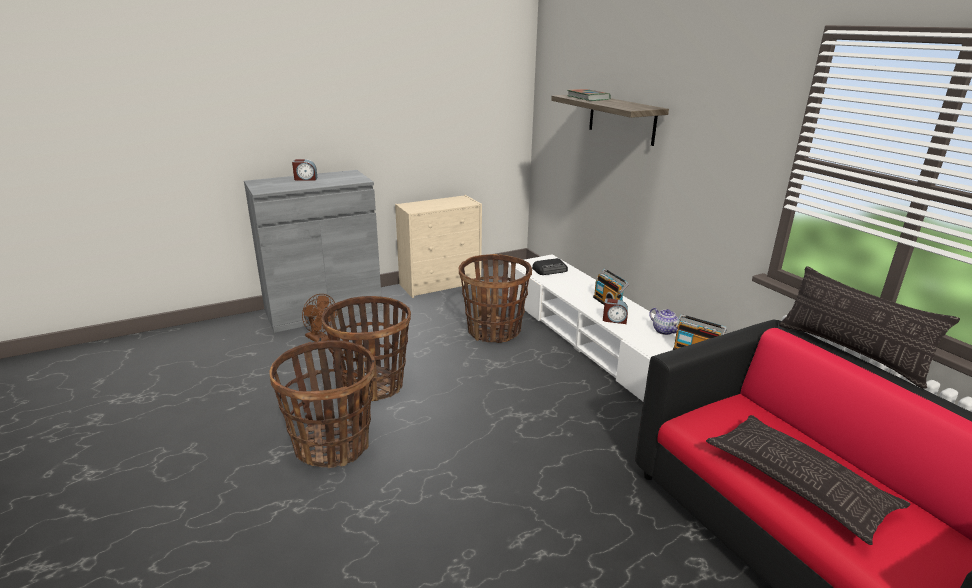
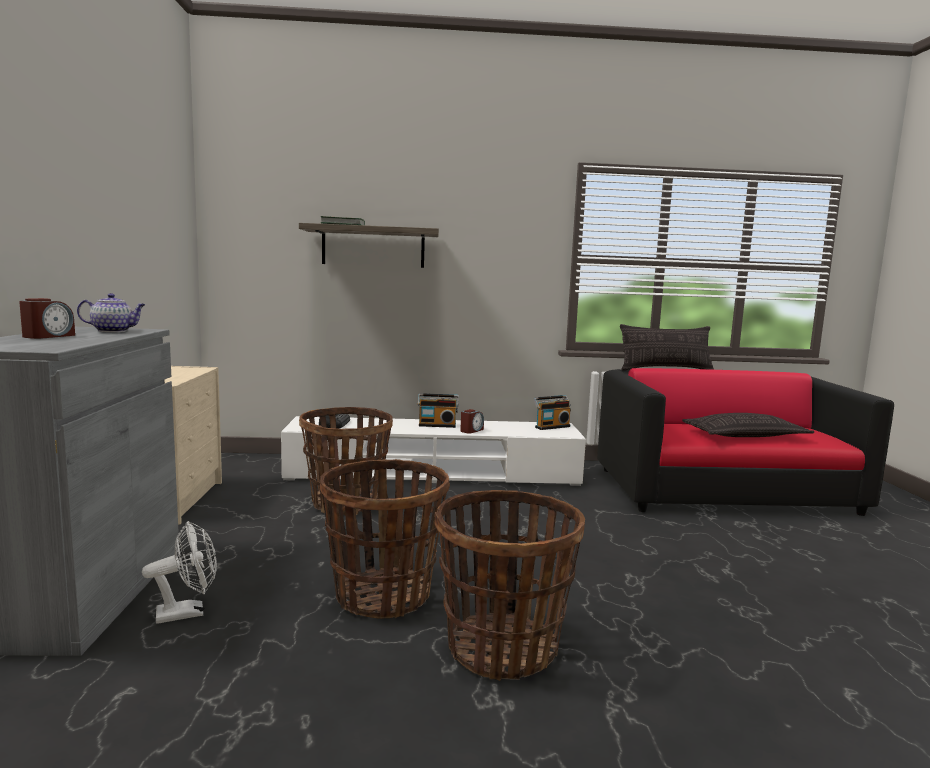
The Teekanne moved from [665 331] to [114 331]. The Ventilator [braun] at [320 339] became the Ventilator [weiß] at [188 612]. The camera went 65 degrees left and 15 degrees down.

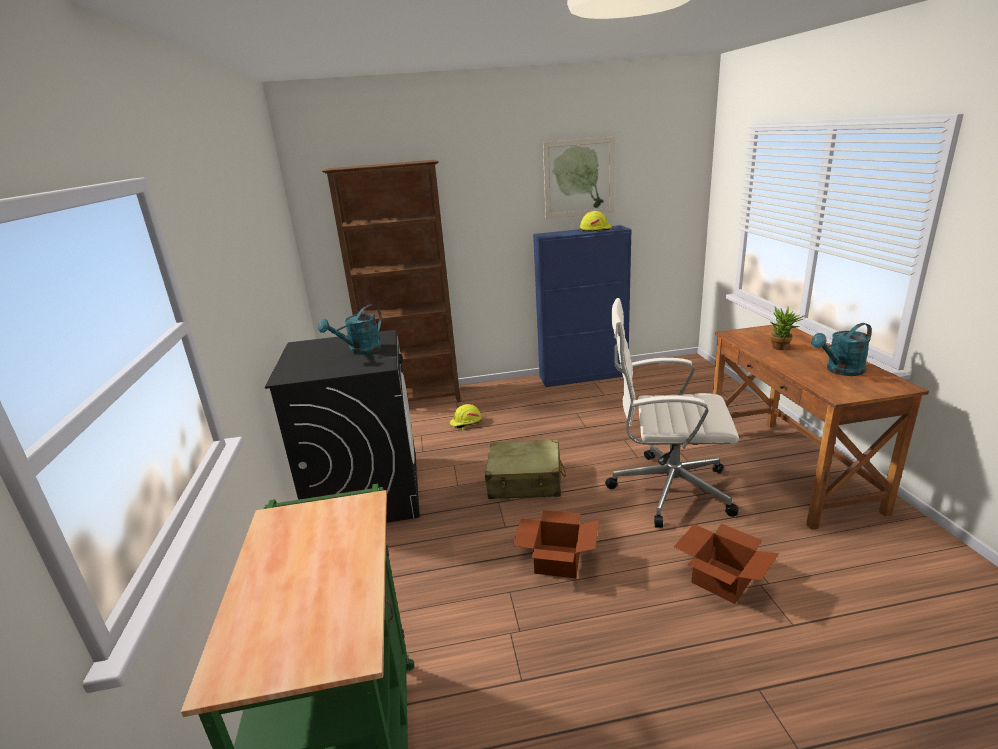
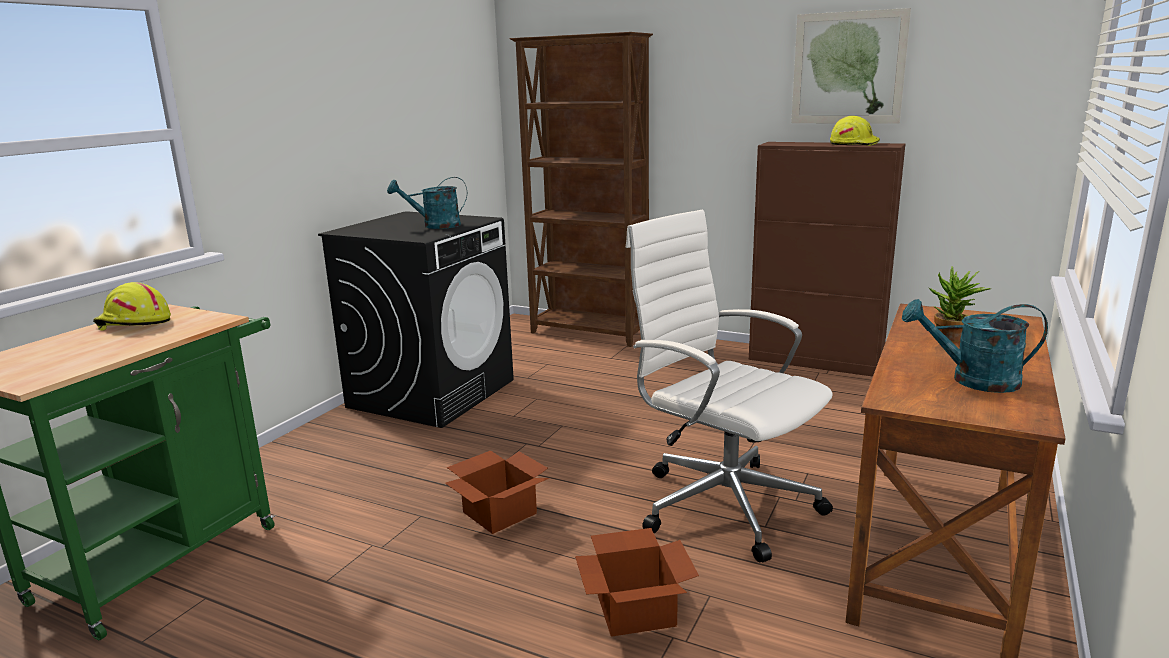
The Koffer [beige] at [525 481] disappeared. The Schutzhelm [gelb] moved from [466 423] to [133 323]. The Schrank [blau] at [583 376] became the Schrank [braun] at [815 361]. The camera went 35 degrees right and 5 degrees down.

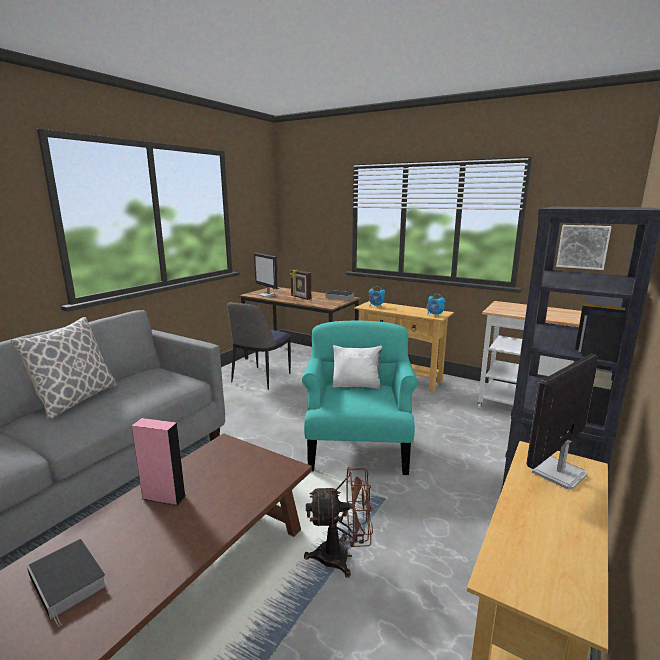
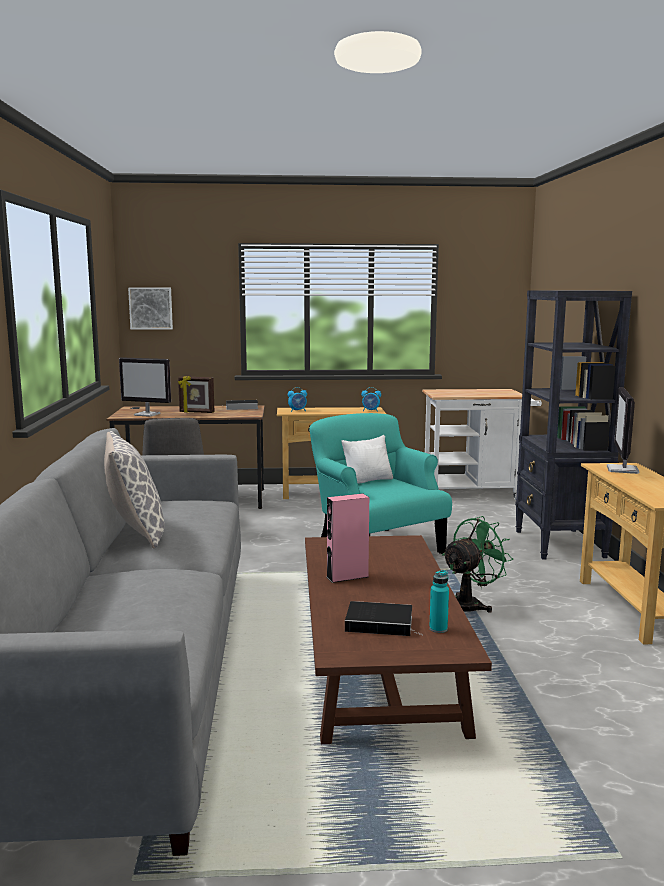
The Flasche [türkis] at [438 629] appeared. The Bild moved from [583 246] to [151 308]. The Ventilator [braun] at [342 556] became the Ventilator [grün] at [471 605]. The camera went 35 degrees left and 5 degrees down.

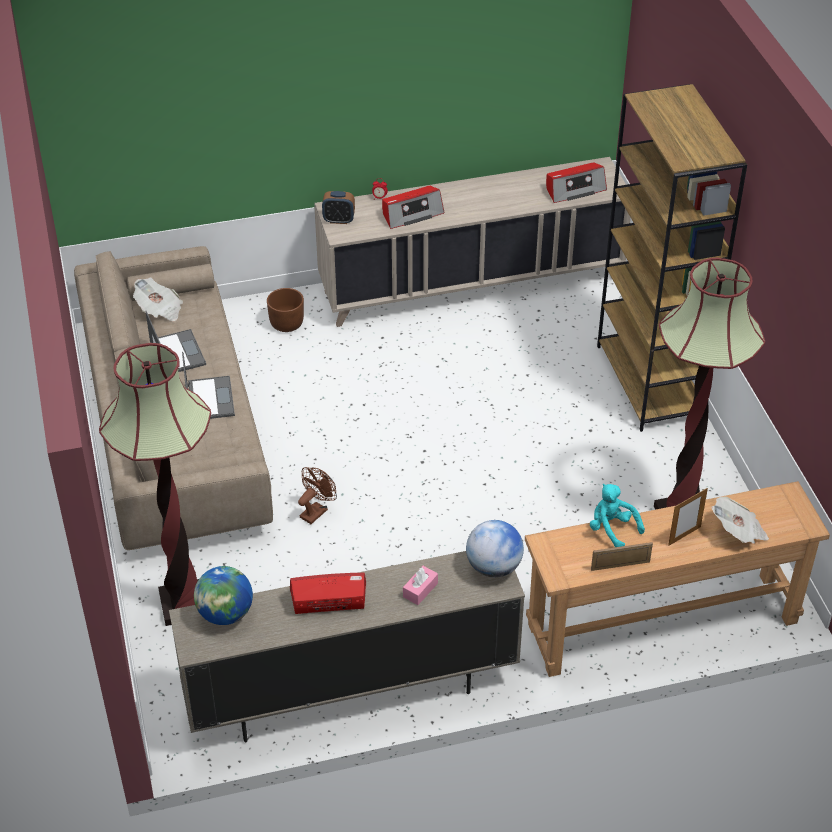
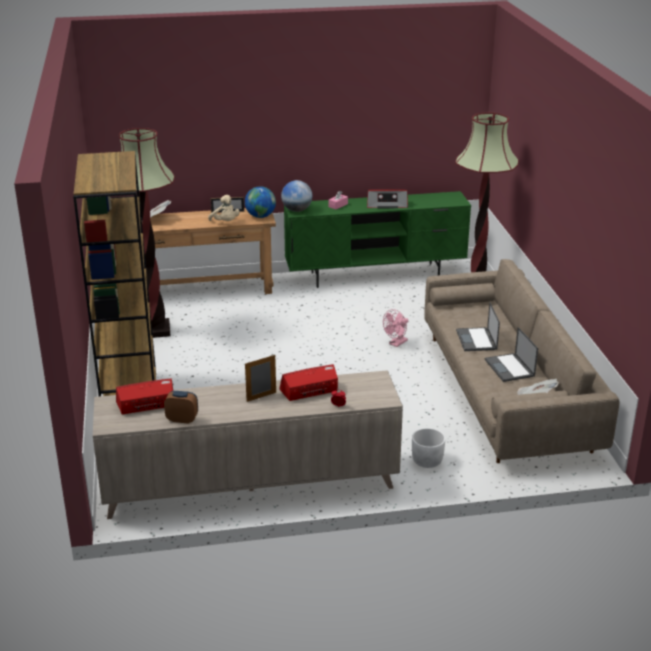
The Globus moved from [225 614] to [260 216]. The Wecker moved from [339 220] to [182 419]. The Bilderrahmen moved from [684 536] to [261 397]. The Fernsehschrank [beige] at [350 693] became the Fernsehschrank [grün] at [376 275]. The Pflanzkübel [braun] at [286 324] became the Pflanzkübel [weiß] at [427 461]. The Ventilator [braun] at [316 511] became the Ventilator [rosa] at [396 343]. The Plüschtier [türkis] at [612 529] became the Plüschtier [beige] at [225 222]. The camera went 175 degrees left and 15 degrees down.

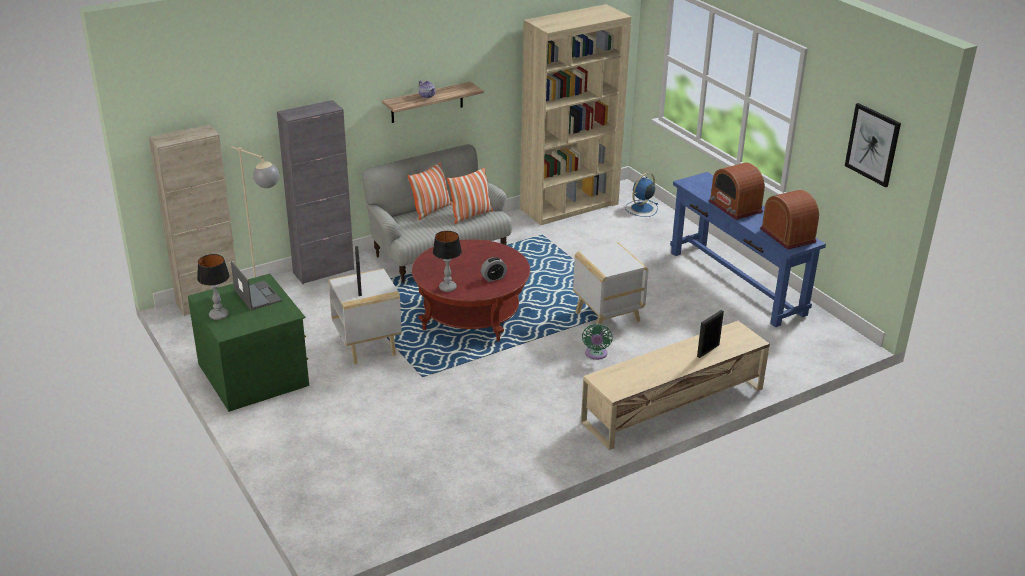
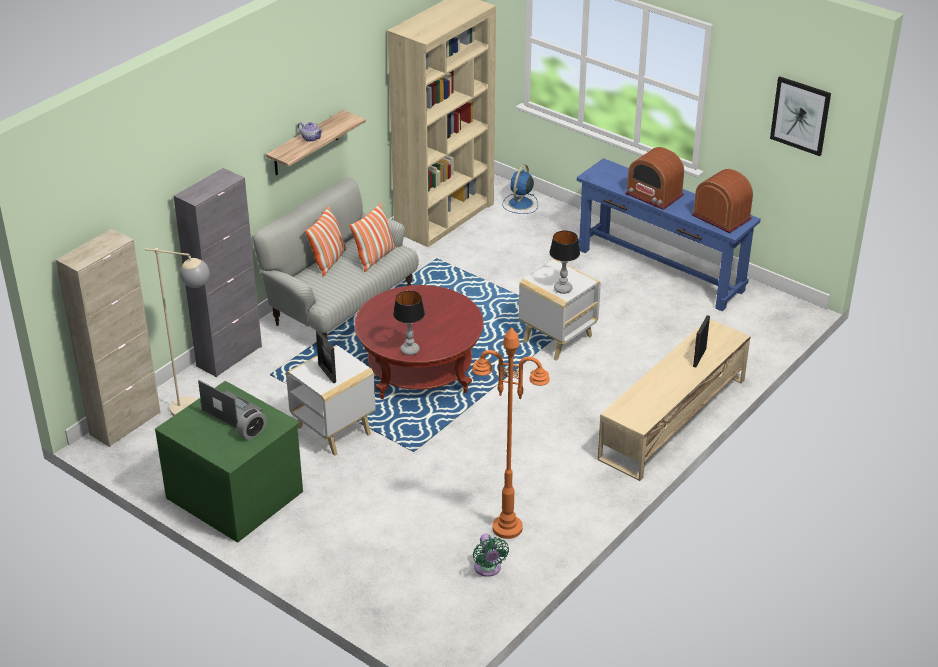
The Stehlampe [orange] at [508 528] appeared. The Tischlampe moved from [219 315] to [563 289]. The Wecker moved from [493 278] to [252 433]. The Ventilator [grün] moved from [596 354] to [488 569]. The camera went 20 degrees left and 5 degrees up.

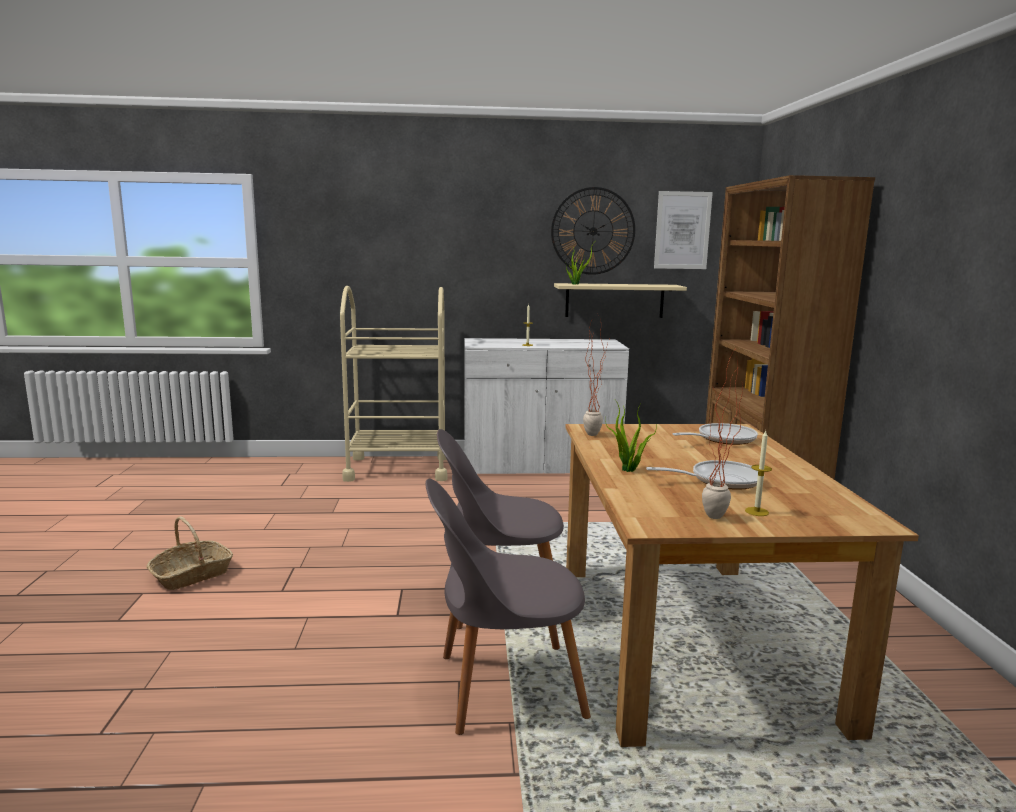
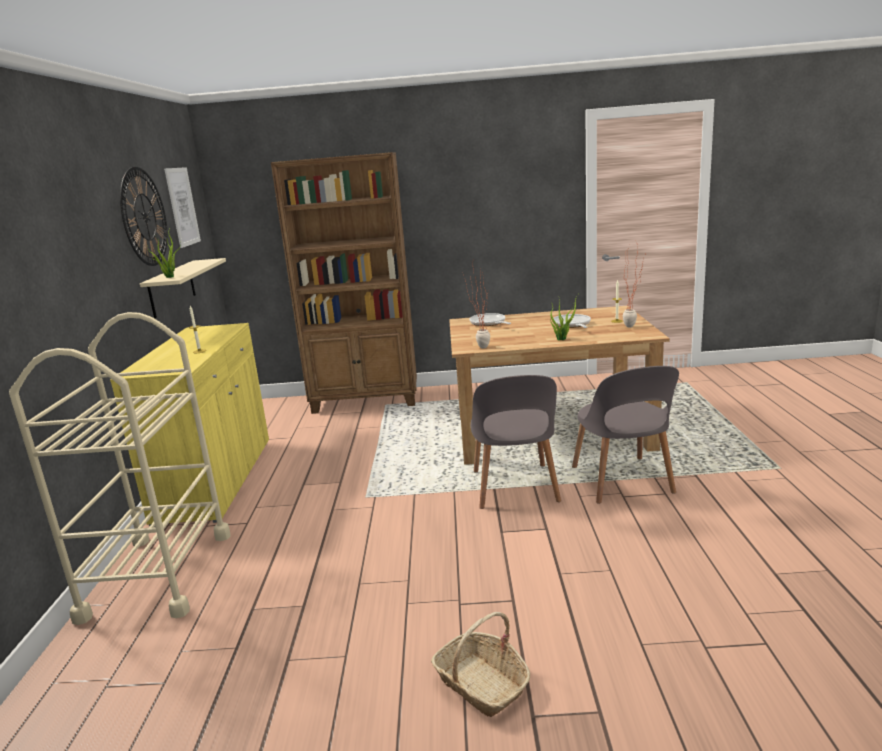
The Schrank [weiß] at [540 466] became the Schrank [gelb] at [216 479]. The camera went 85 degrees left and 5 degrees up.

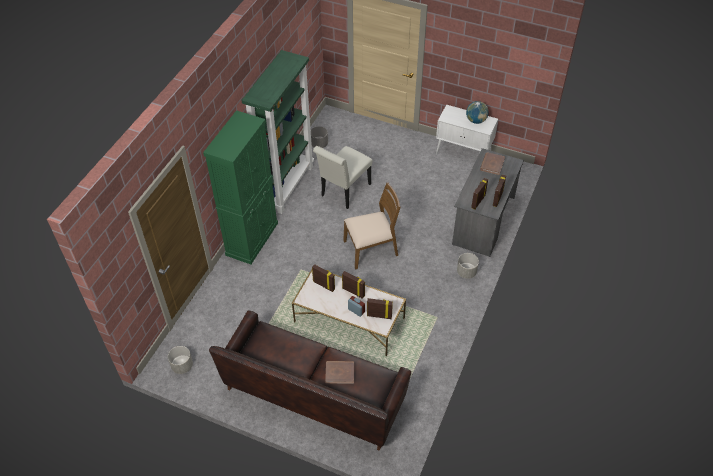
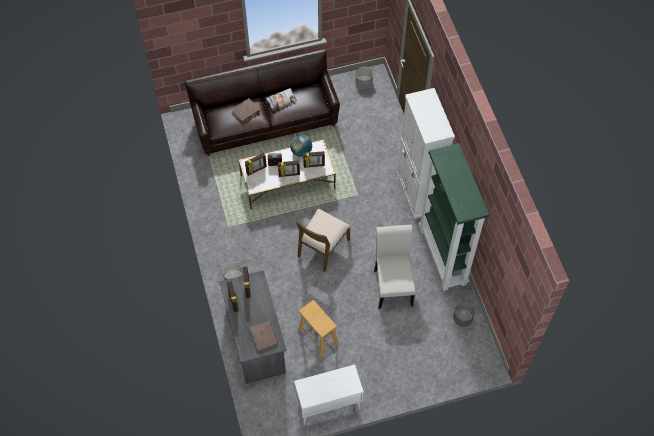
The Kissen at [281 100] appeared. The Hocker [braun] at [318 337] appeared. The Globus moved from [476 120] to [301 151]. The Schrank [grün] at [252 239] became the Schrank [weiß] at [418 193]. The camera went 140 degrees right and 10 degrees up.

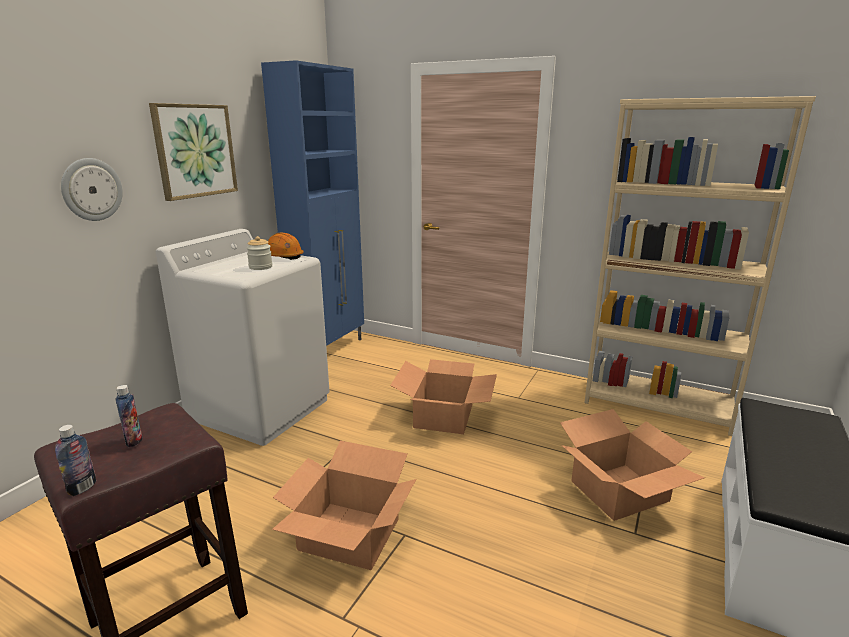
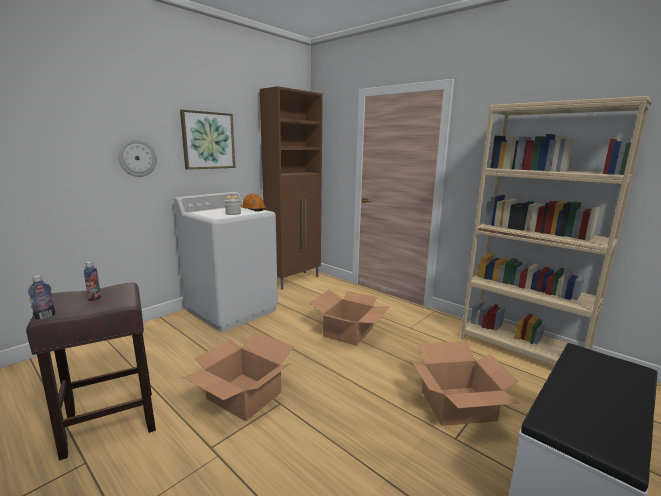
The Schrank [blau] at [330 349] became the Schrank [braun] at [294 280]. The camera went 15 degrees right and 5 degrees down.

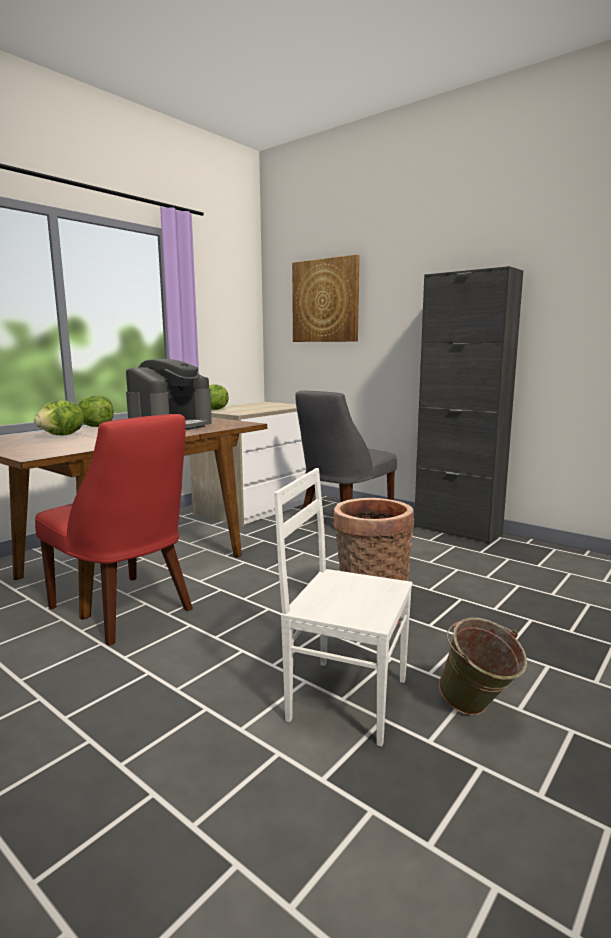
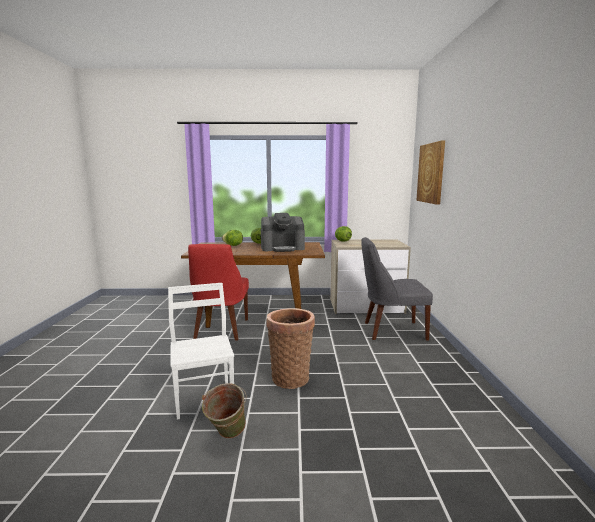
The Schrank [schwarz] at [457 530] disappeared. The camera went 50 degrees right and 0 degrees up.

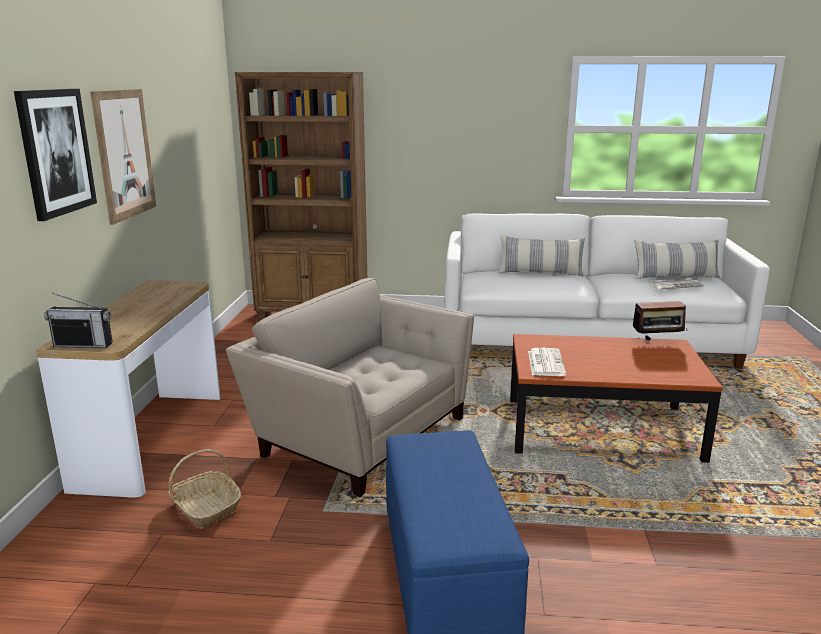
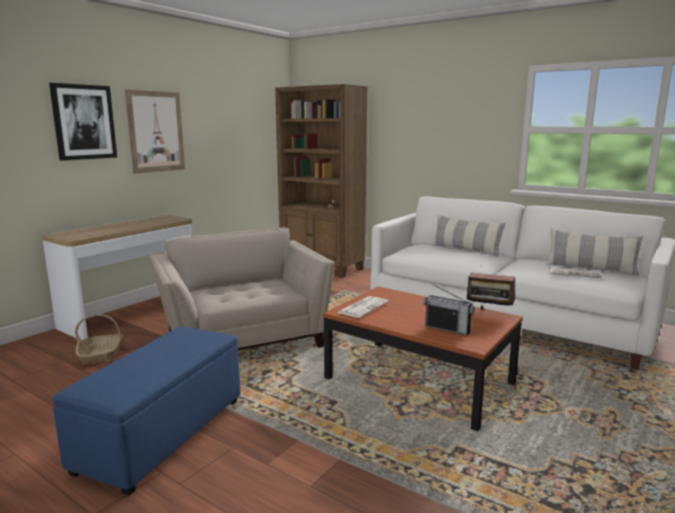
The Radio moved from [83 345] to [447 329]. The camera went 30 degrees right and 5 degrees down.

